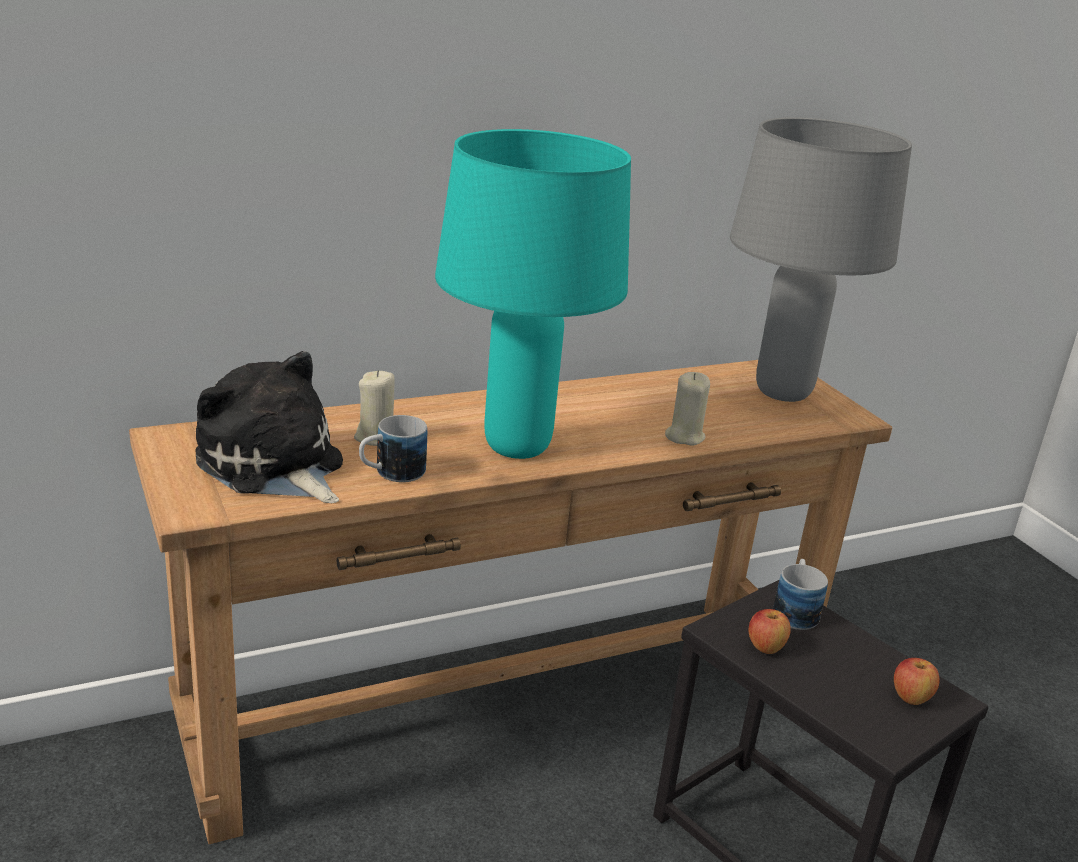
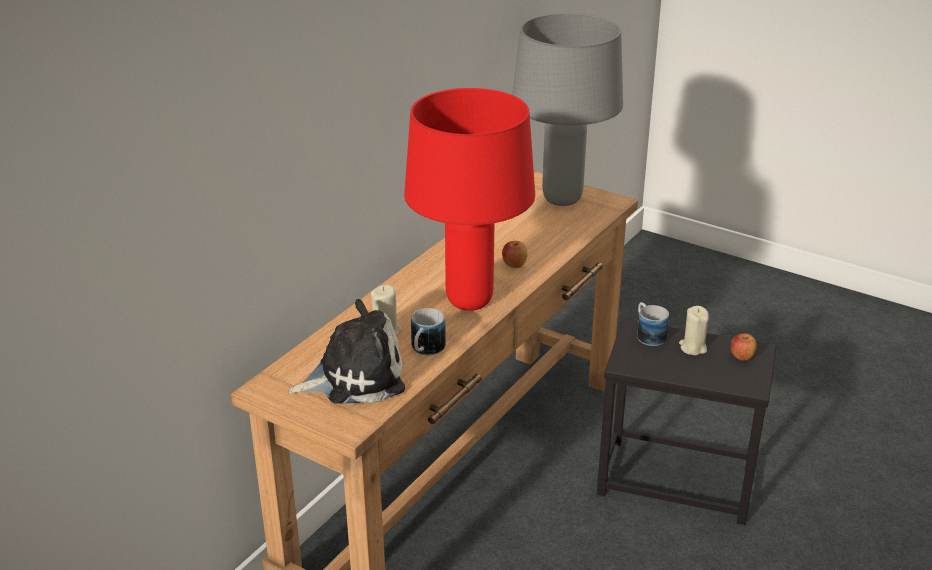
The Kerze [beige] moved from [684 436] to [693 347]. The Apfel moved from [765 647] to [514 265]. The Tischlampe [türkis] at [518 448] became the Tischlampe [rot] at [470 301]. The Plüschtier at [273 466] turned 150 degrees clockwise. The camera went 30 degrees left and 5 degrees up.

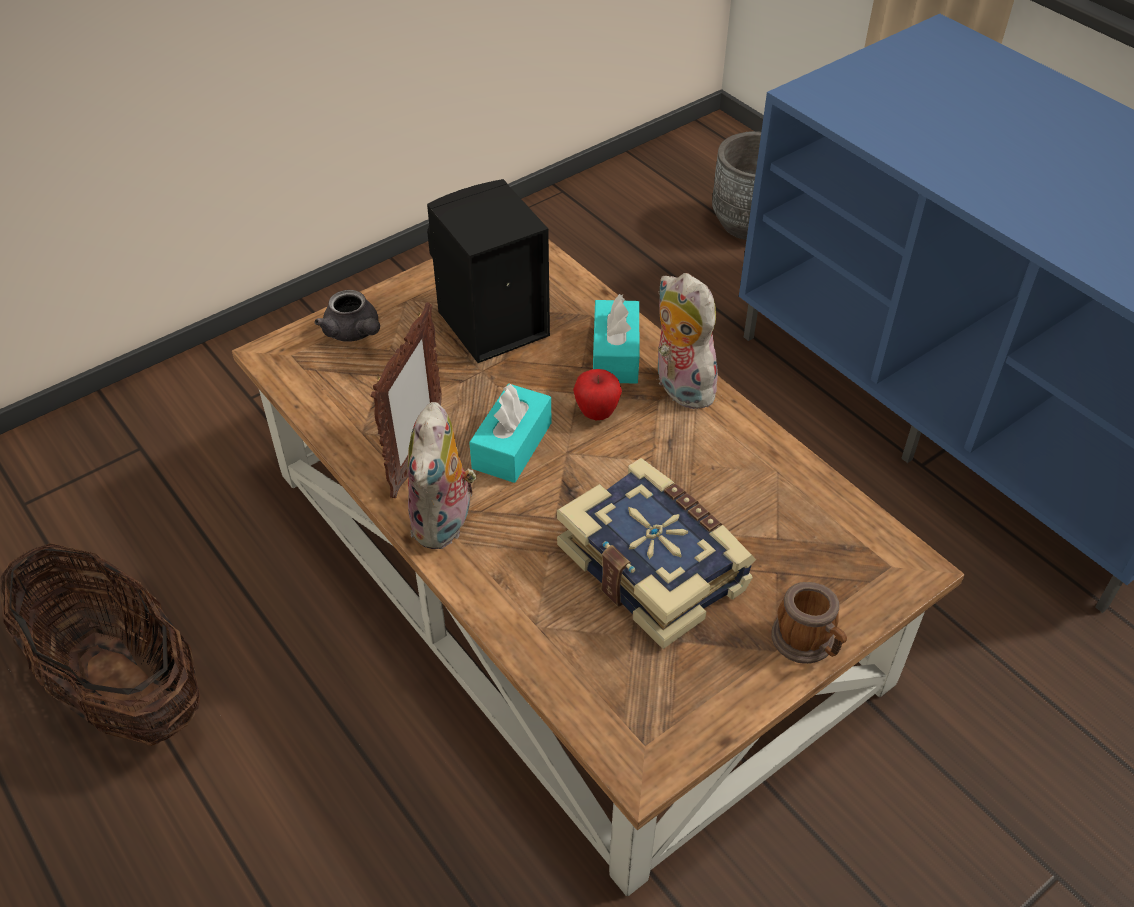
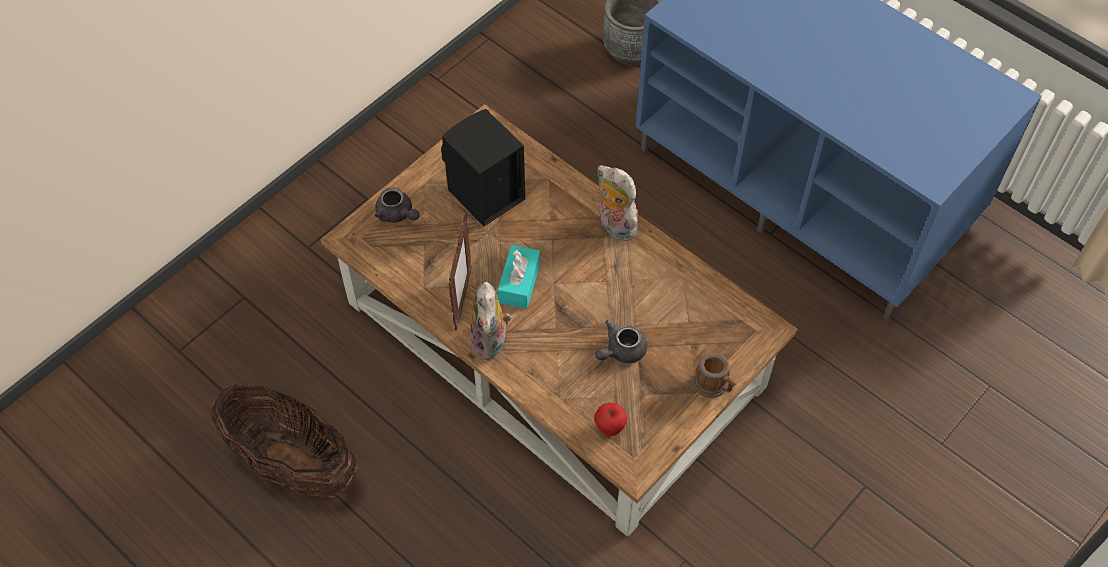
The Taschentuchbox [türkis] at [615 354] disappeared. The Apfel moved from [597 413] to [610 428]. The Buch at [655 566] was replaced by the Teekanne [grau] at [621 351]. The camera went 10 degrees left and 10 degrees up.

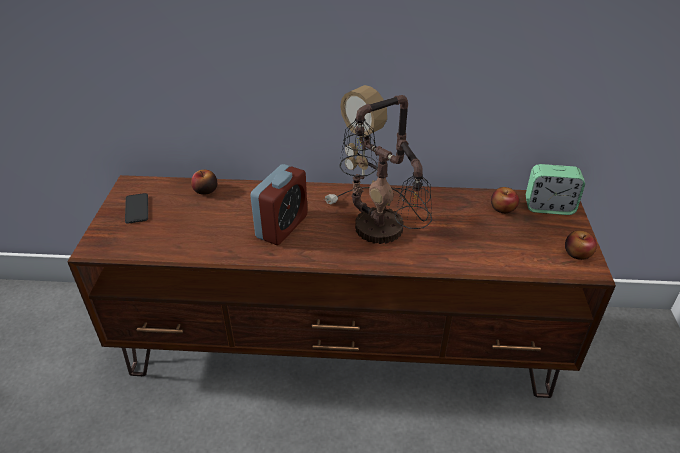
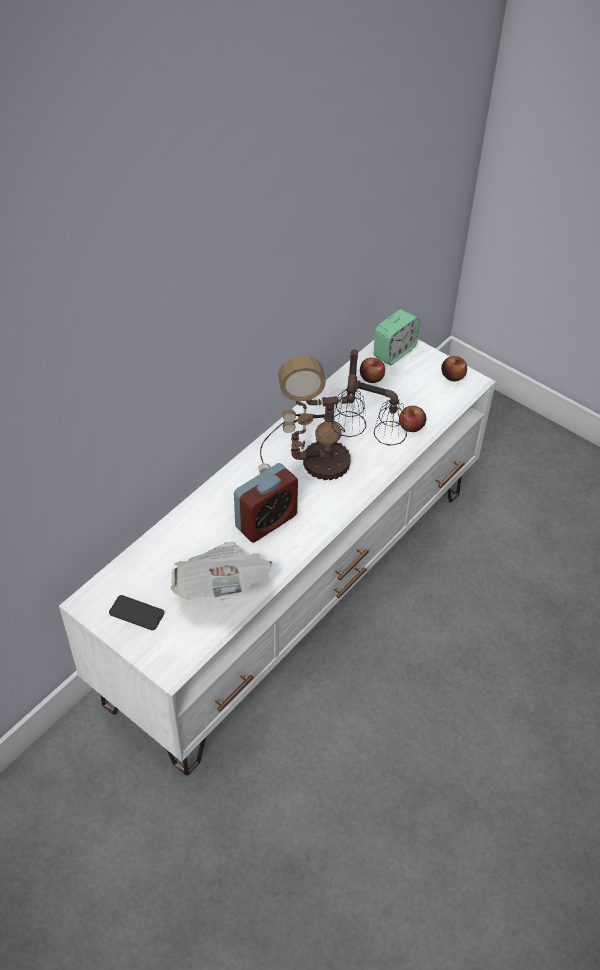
The Zeitung at [221 586] appeared. The Apfel moved from [205 190] to [411 426]. The Fernsehschrank [braun] at [341 344] became the Fernsehschrank [weiß] at [296 590]. The Wecker at [282 226] turned 75 degrees clockwise. The camera went 55 degrees left and 10 degrees up.

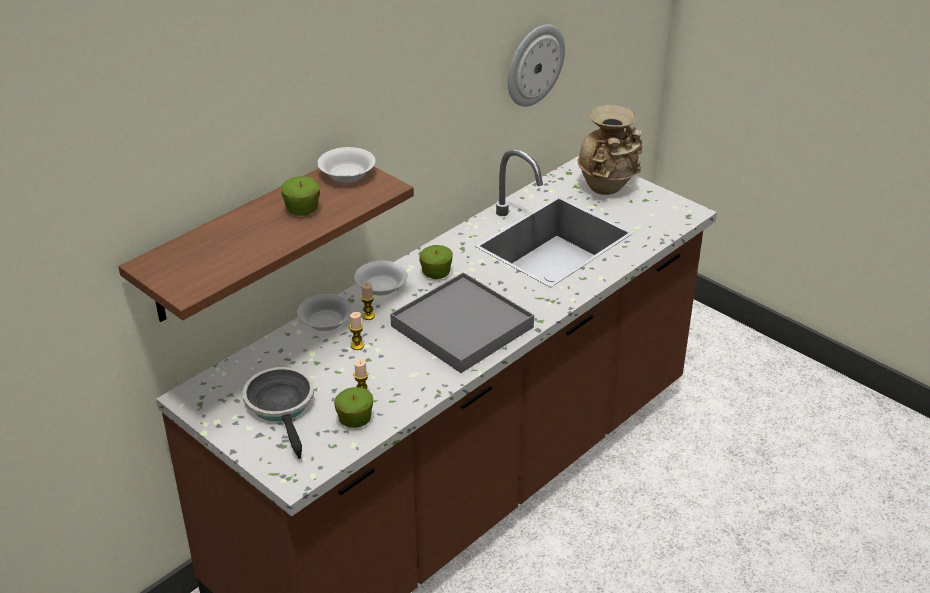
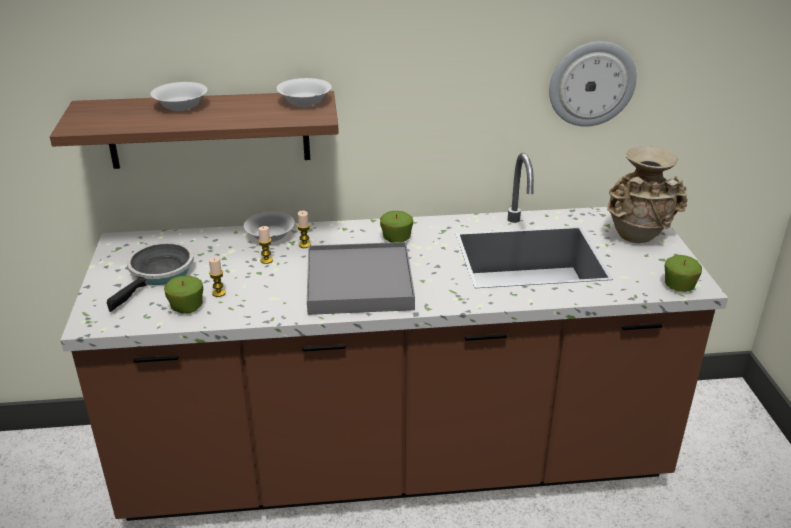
The Apfel moved from [302 210] to [679 286]. The Schüssel [weiß] moved from [382 288] to [181 106]. The camera went 40 degrees right and 5 degrees down.

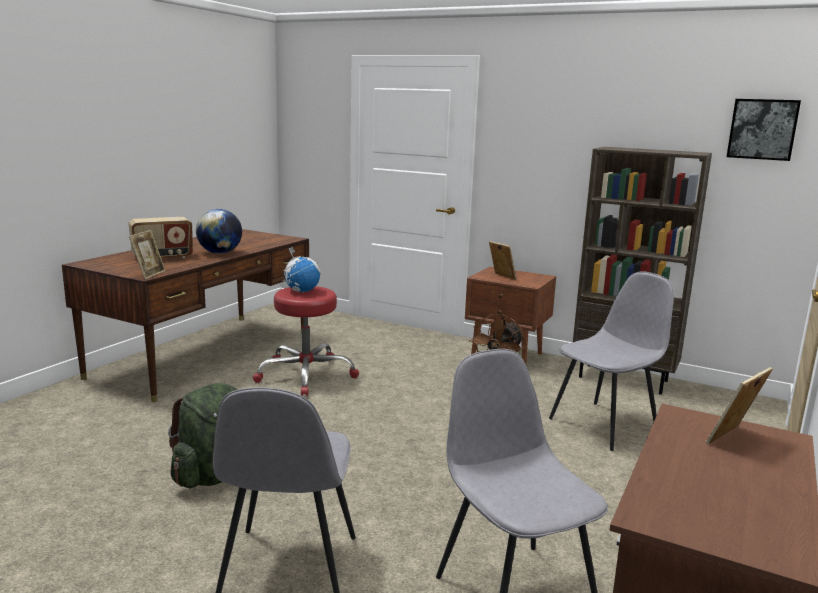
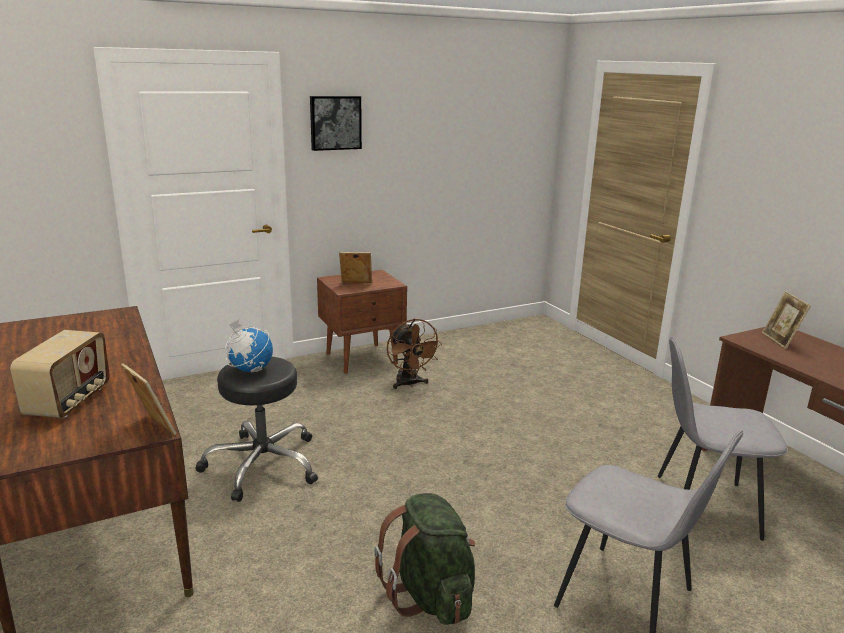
The Globus at [220 253] disappeared. The Stuhl [grau] at [605 425] disappeared. The Bücherregal [braun] at [624 379] disappeared. The Bild moved from [762 129] to [335 122]. The Hocker [rot] at [305 375] became the Hocker [schwarz] at [262 464]. The camera went 55 degrees left and 5 degrees up.

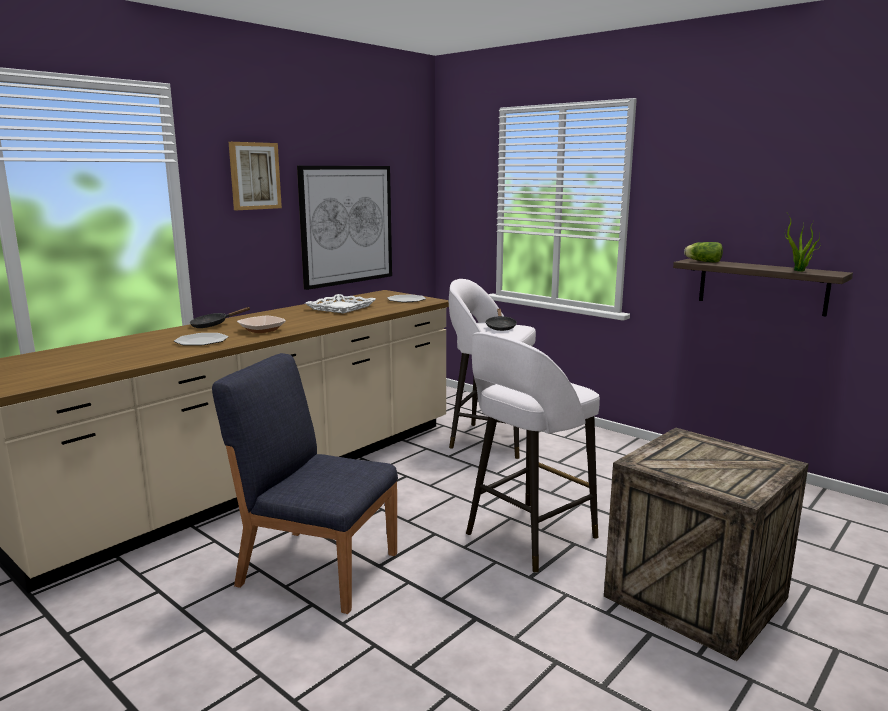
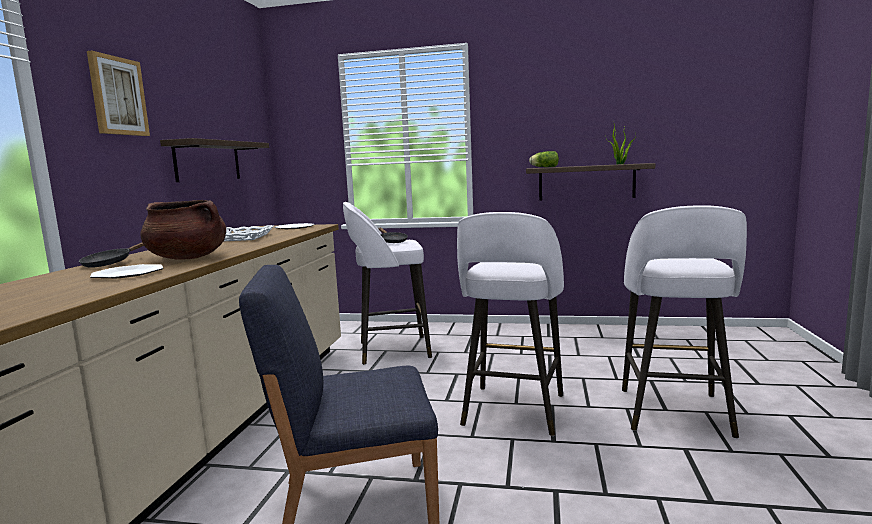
The Schüssel at [262 330] was replaced by the Kochtopf [braun] at [188 258]. The Bild at [346 225] was replaced by the Wandregal at [208 161]. The Kiste at [693 597] was replaced by the Hocker [weiß] at [675 414]. The camera went 30 degrees left and 5 degrees down.

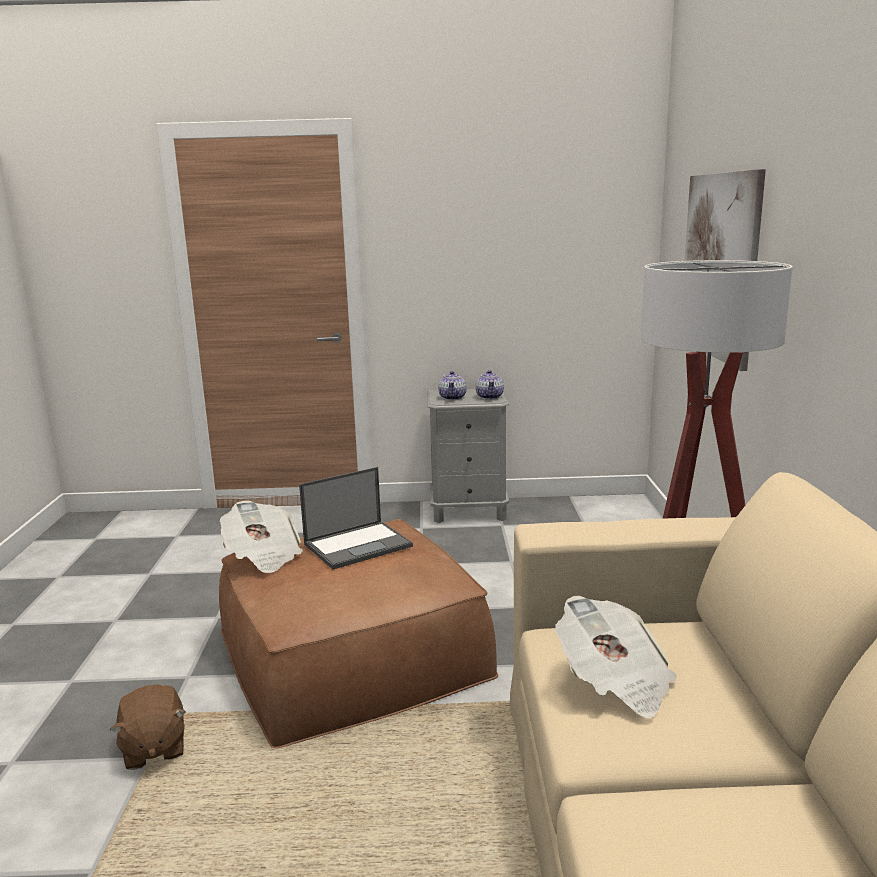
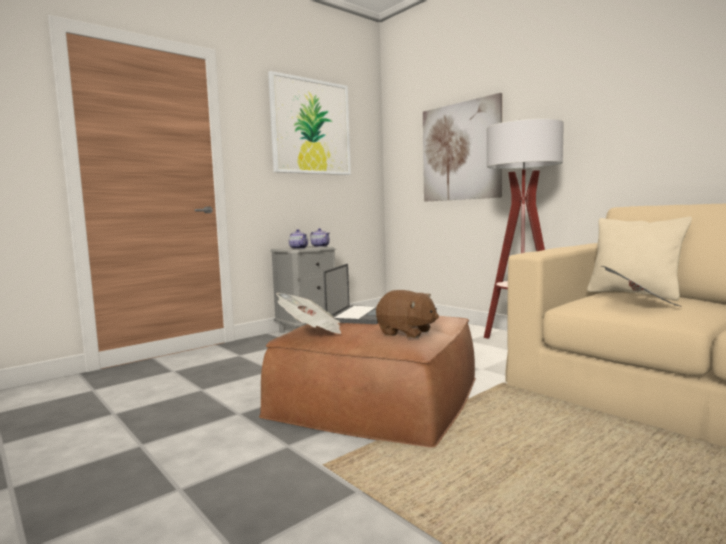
The Bild at [311 127] appeared. The Kissen [beige] at [634 294] appeared. The Plüschtier [braun] moved from [153 748] to [406 333]. The camera went 40 degrees left and 10 degrees down.

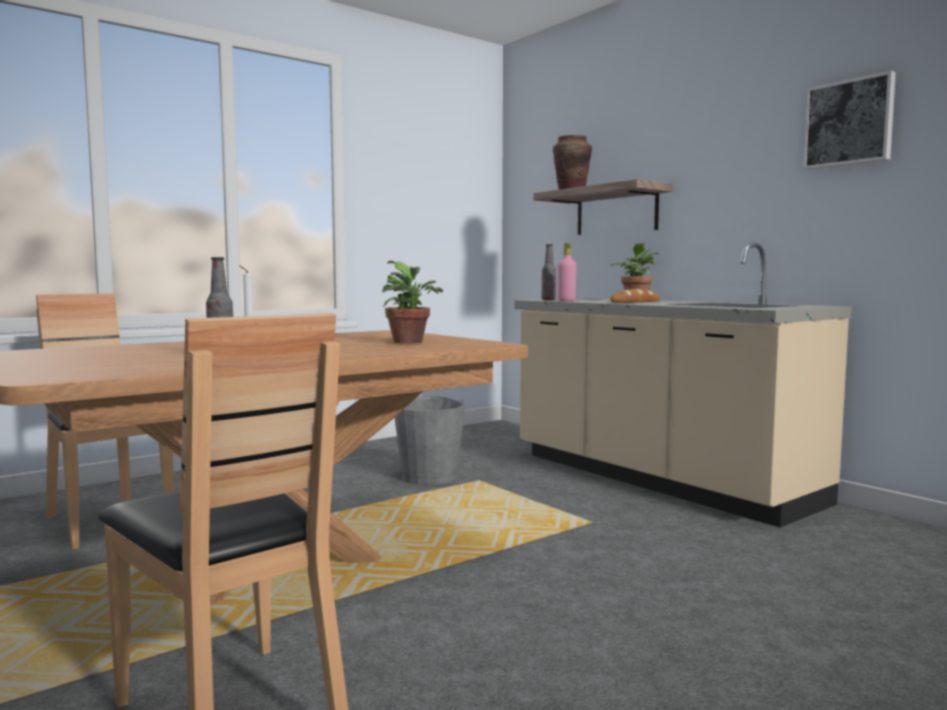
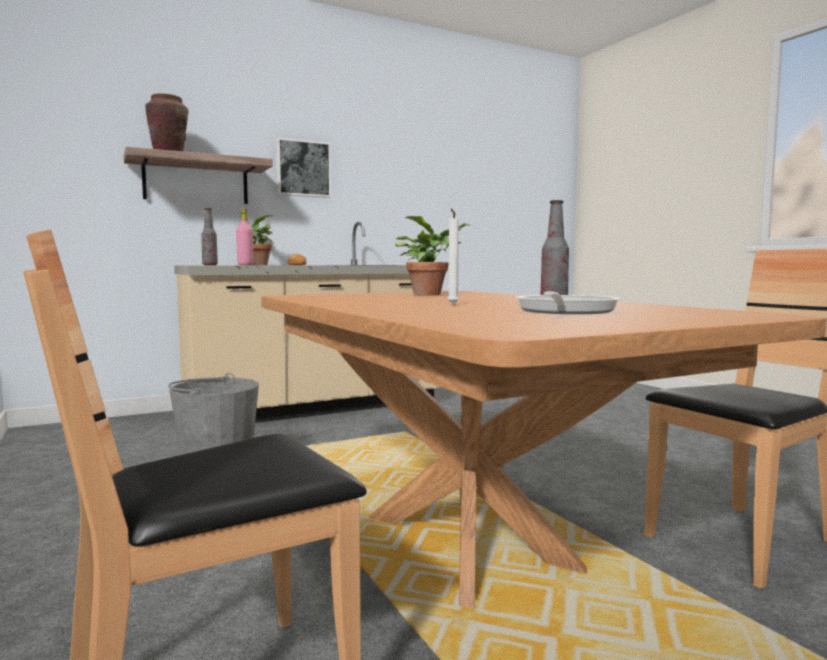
The Pfanne at [563 311] appeared. The Bild moved from [849 123] to [303 168]. The camera went 80 degrees left and 0 degrees up.

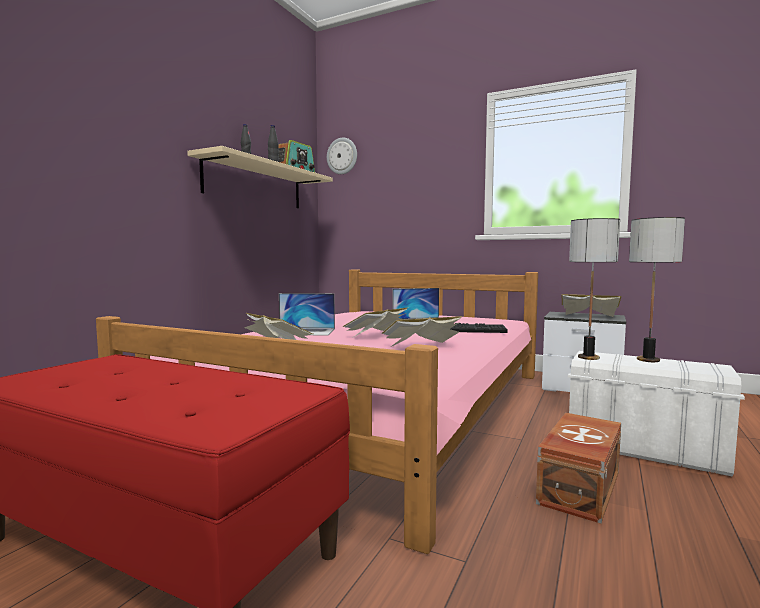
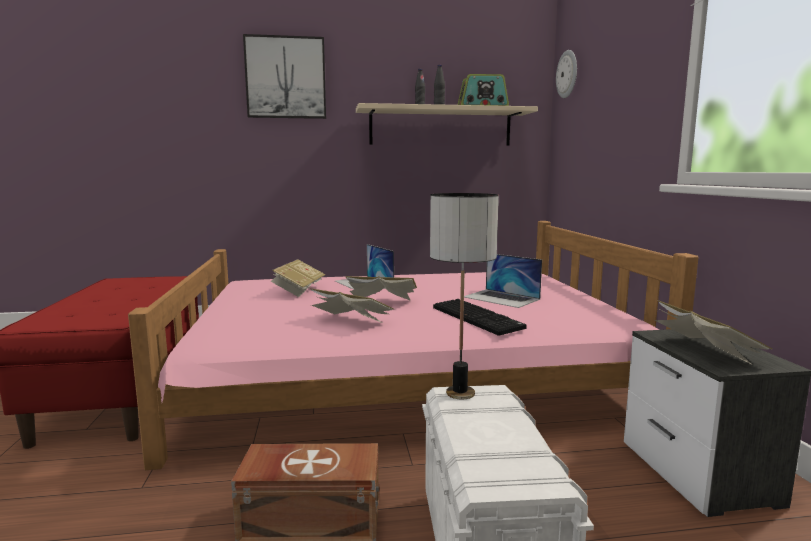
The Tischlampe at [648 360] disappeared. The Bild at [286 78] appeared. The camera went 55 degrees right and 5 degrees up.

